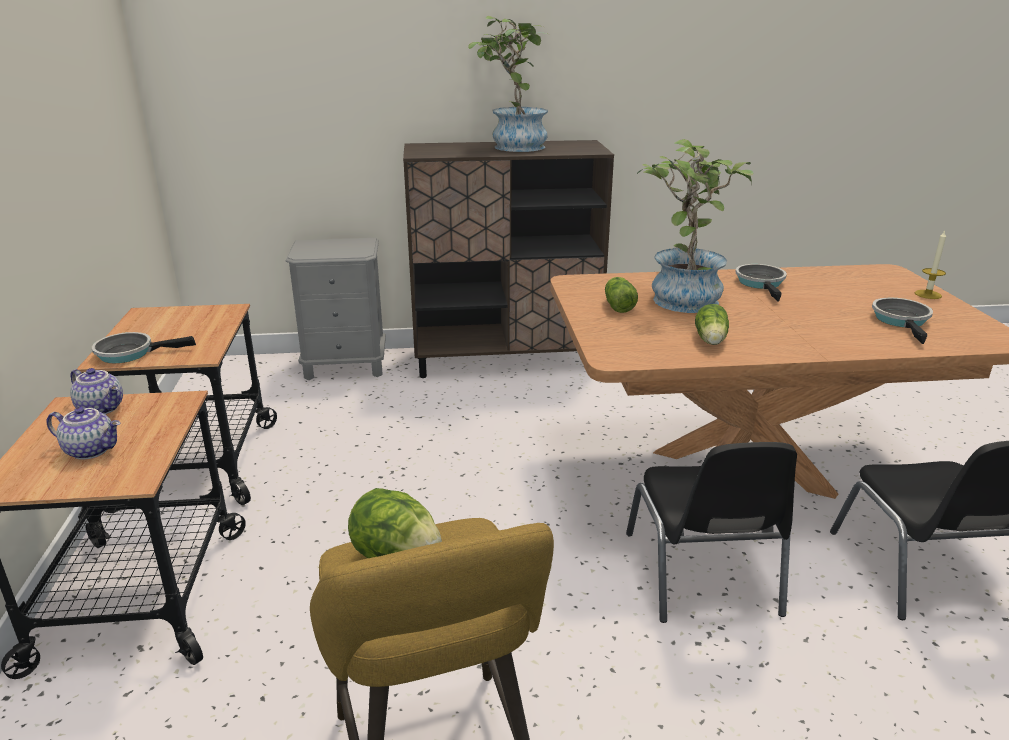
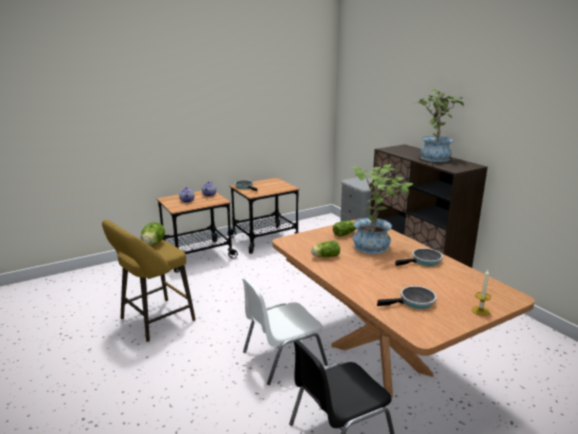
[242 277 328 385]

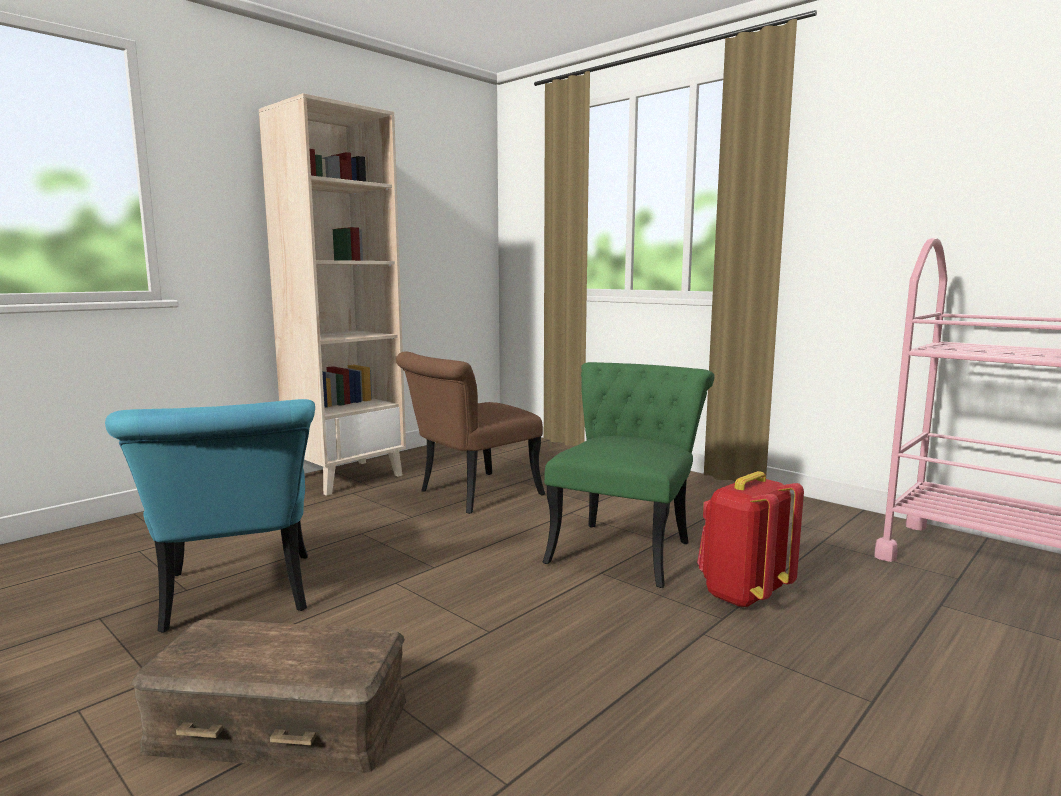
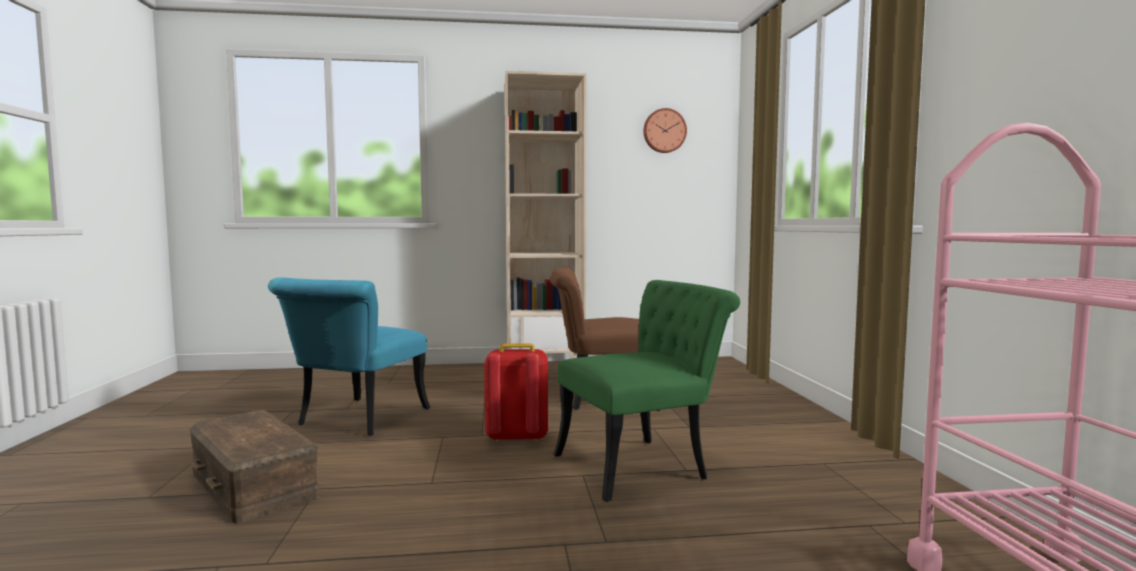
[484 344 548 442]
[643 108 687 153]

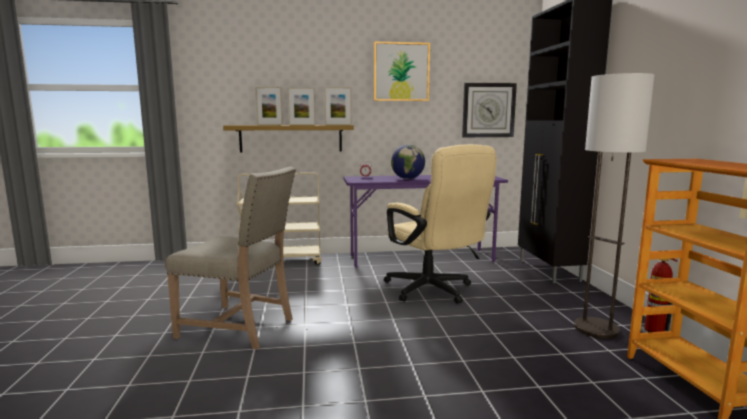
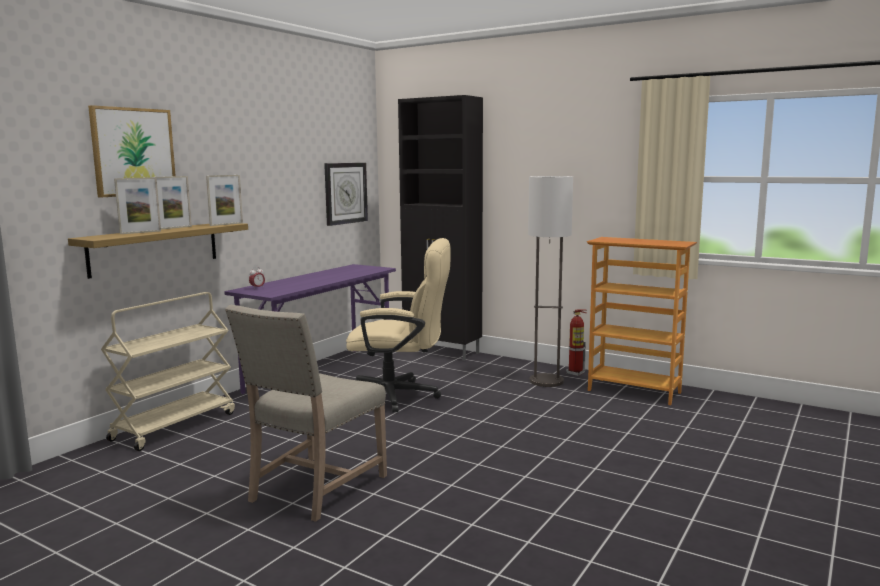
[88 105 176 197]
[391 145 425 179] (first image)
[225 304 387 522]

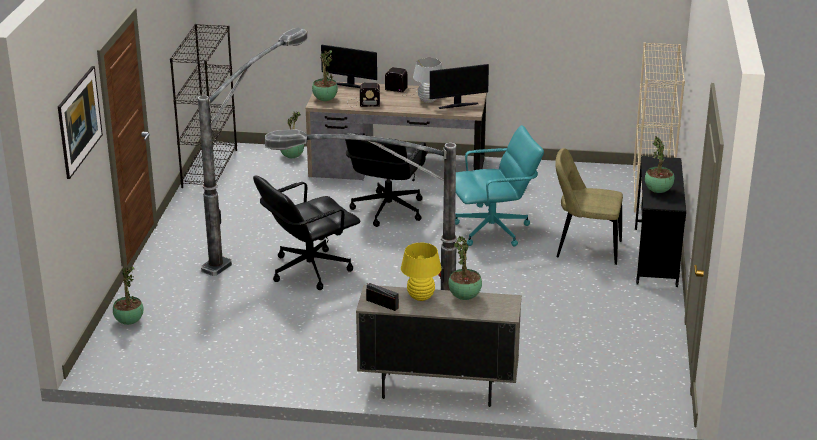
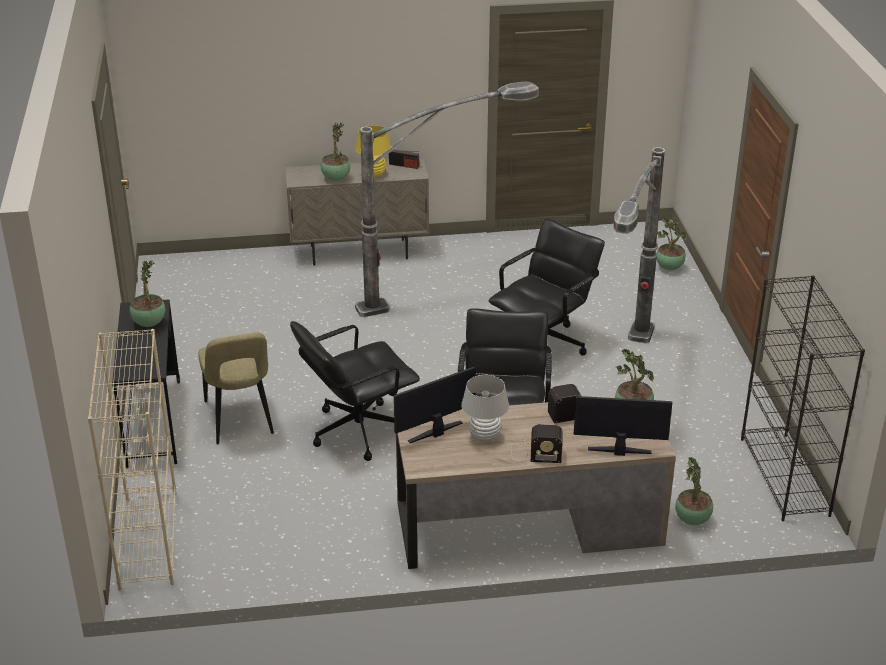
[58 66 103 179] (first image)
[290 321 420 461]
[198 332 274 445]

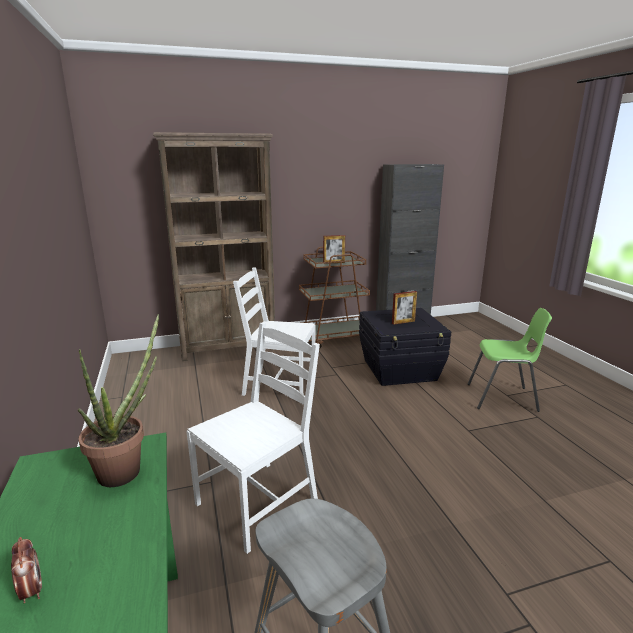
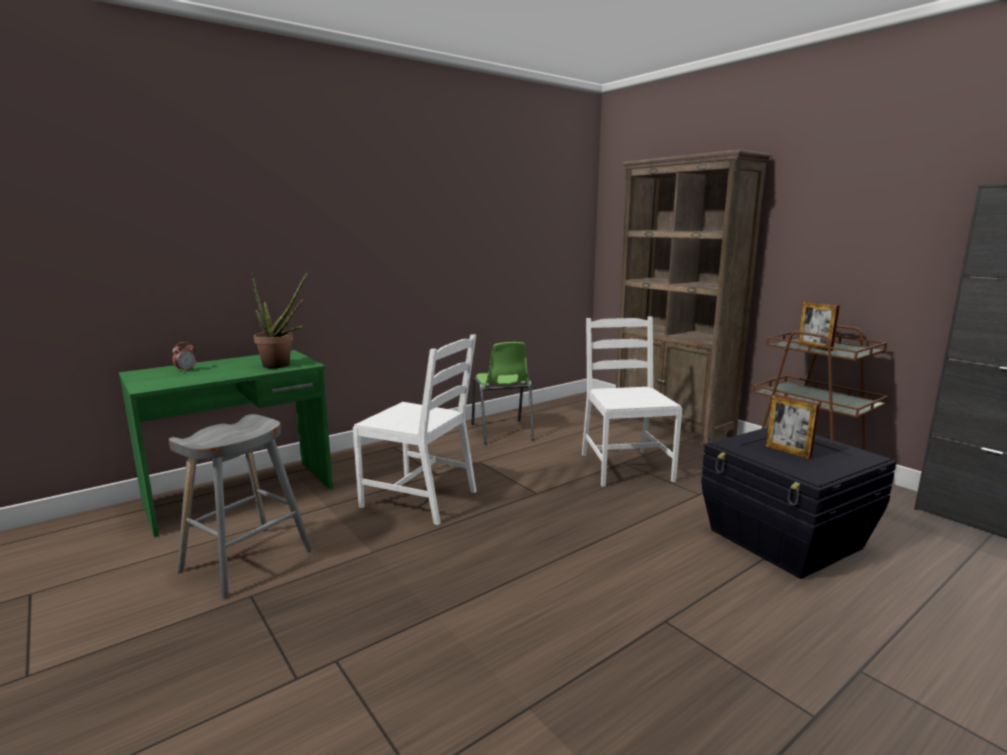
[471 342 534 444]

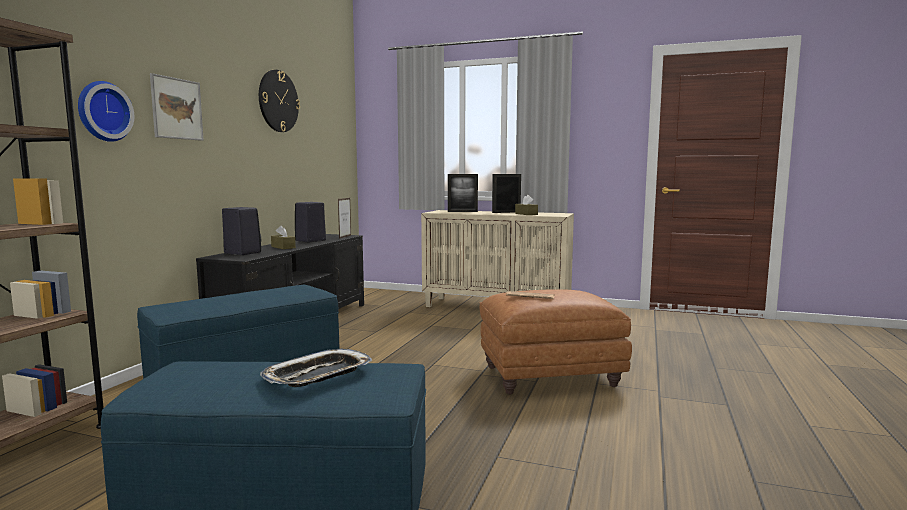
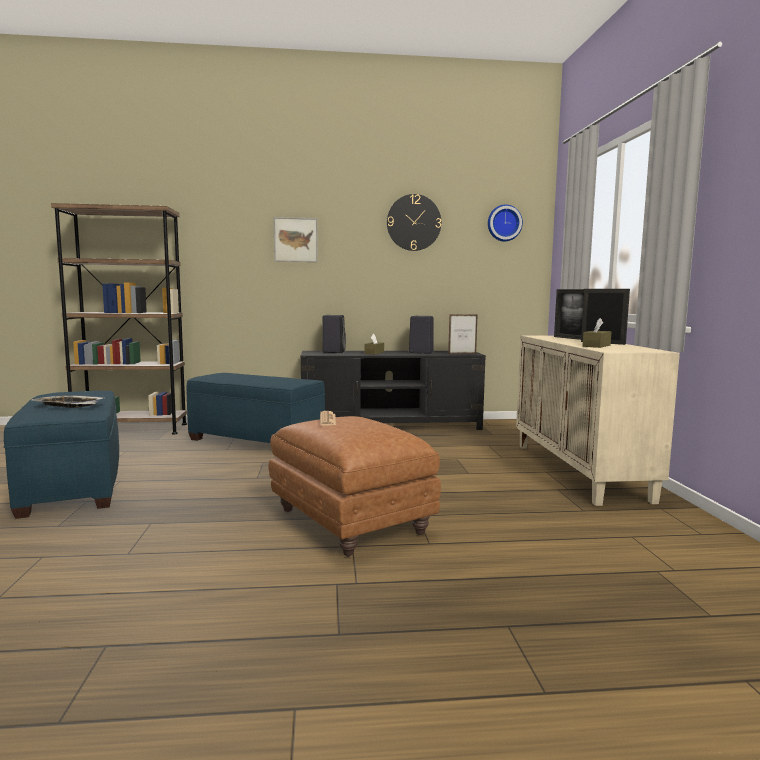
[488 204 523 241]

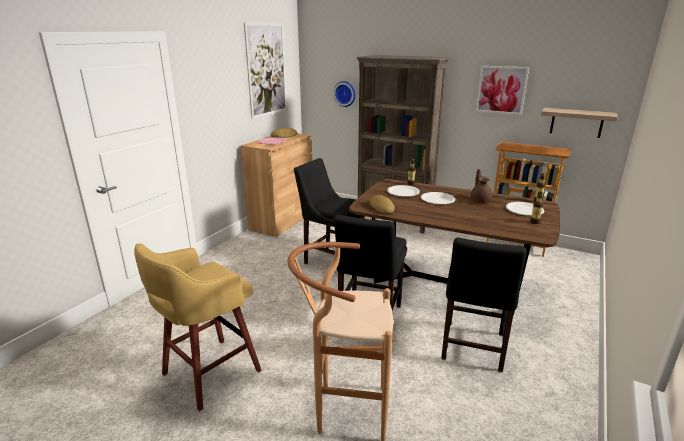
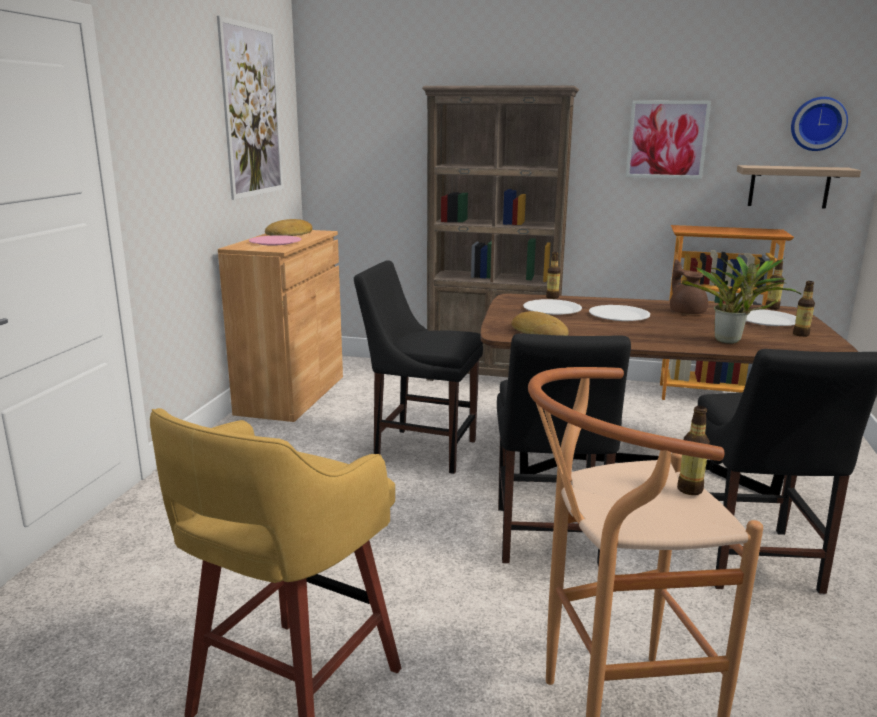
[791 97 848 151]
[682 257 802 344]
[677 406 710 495]

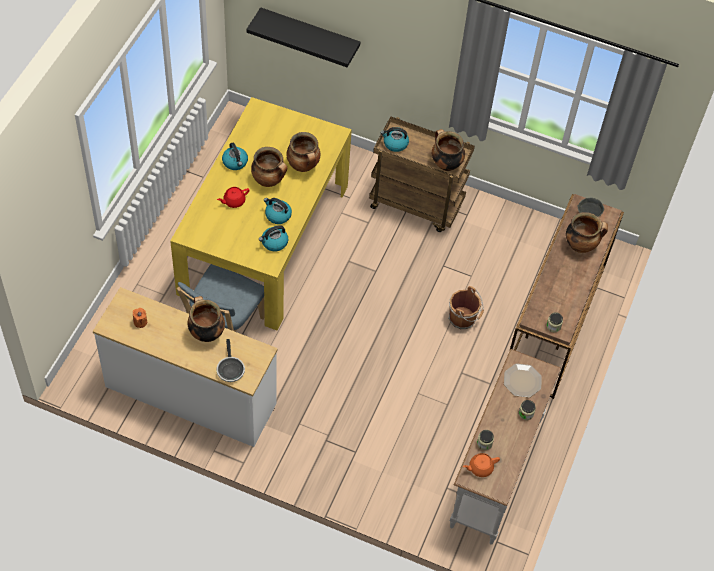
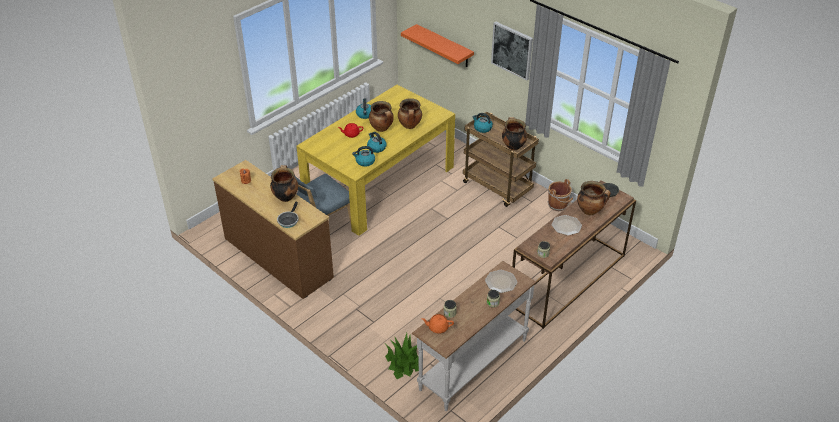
[401 24 474 67]
[548 179 574 211]
[212 160 334 299]
[491 22 533 80]
[551 215 582 236]
[385 333 419 379]

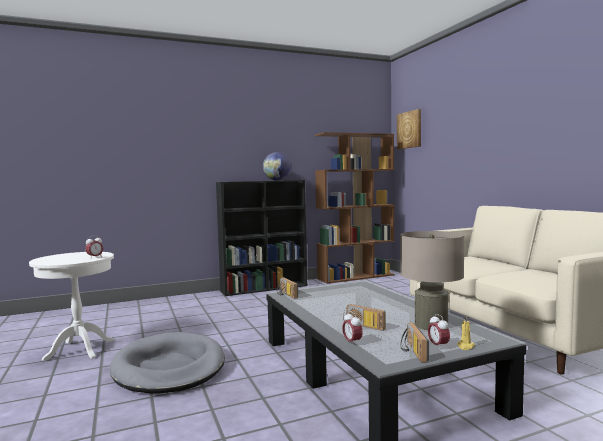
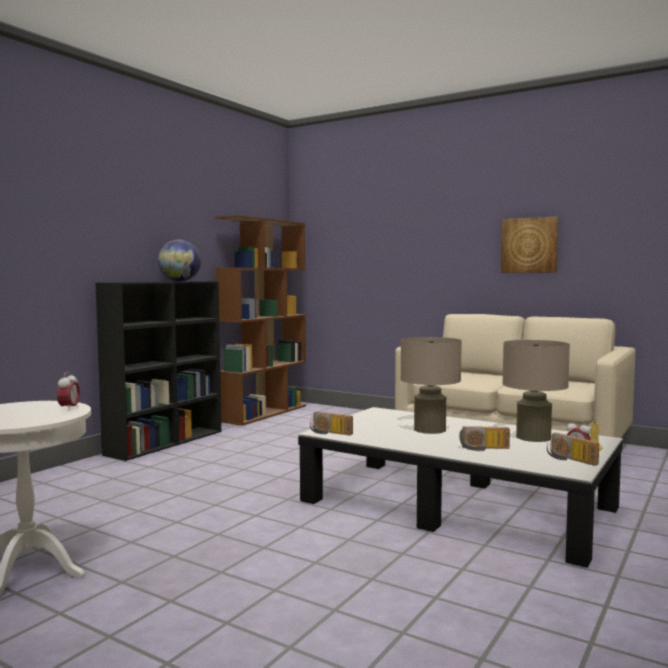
[501 217 558 273]
[342 311 363 344] (first image)
[110 332 225 394] (first image)
[401 337 462 434]

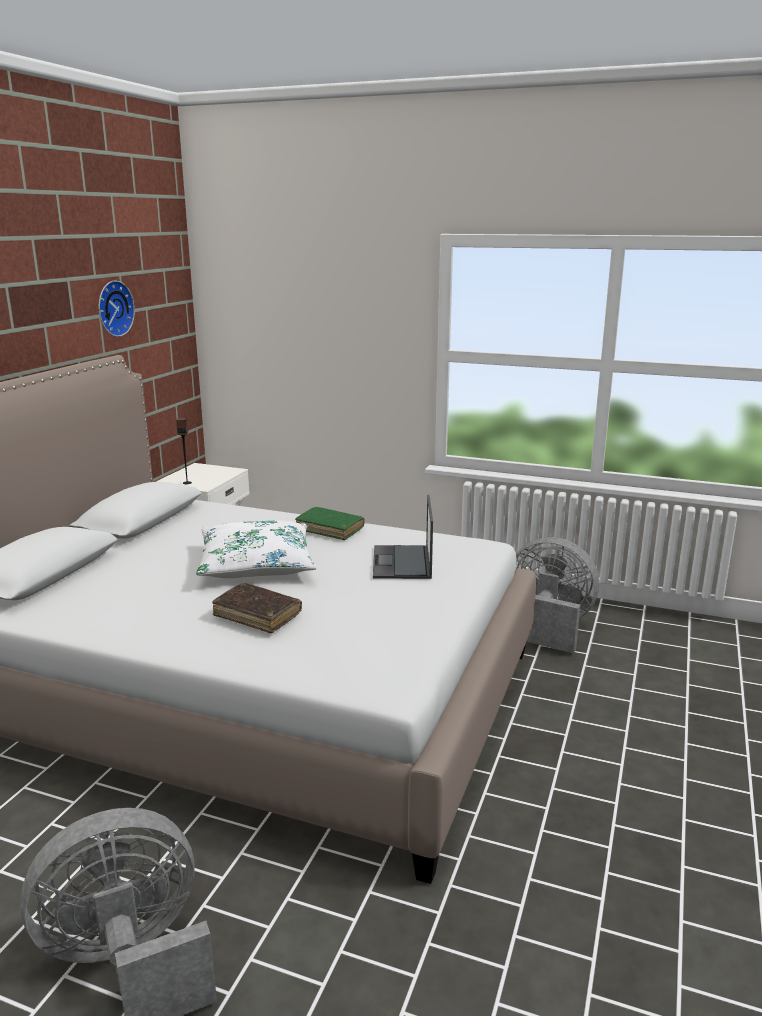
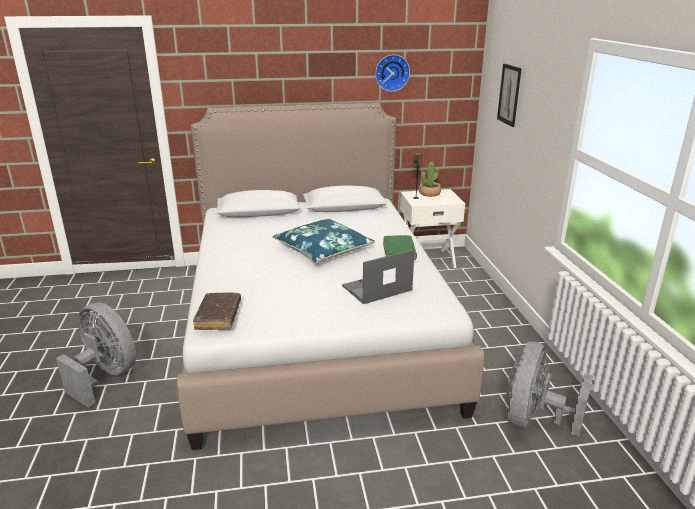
[272 219 375 263]
[506 342 593 437]
[193 292 241 330]
[497 63 522 127]
[419 162 441 197]

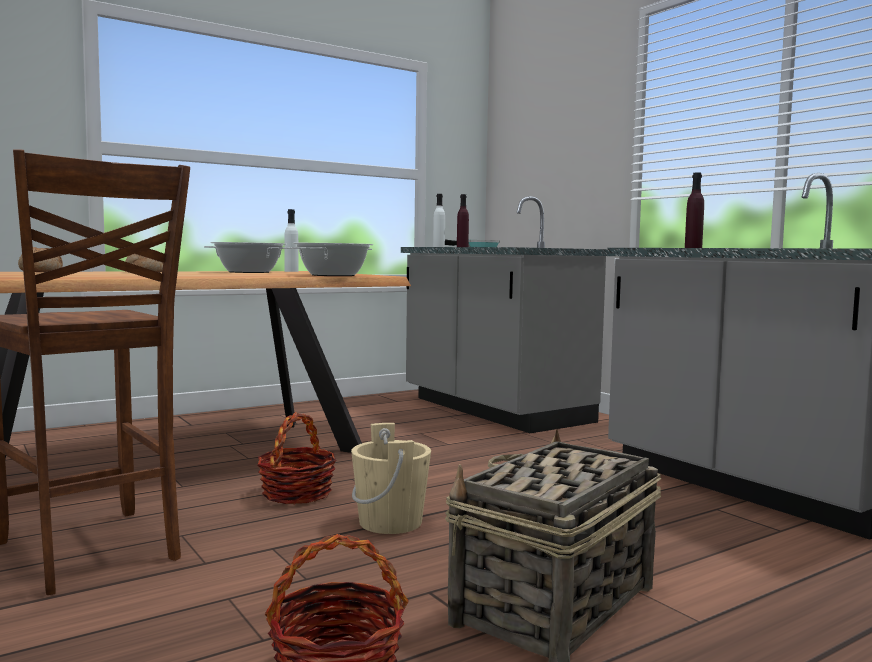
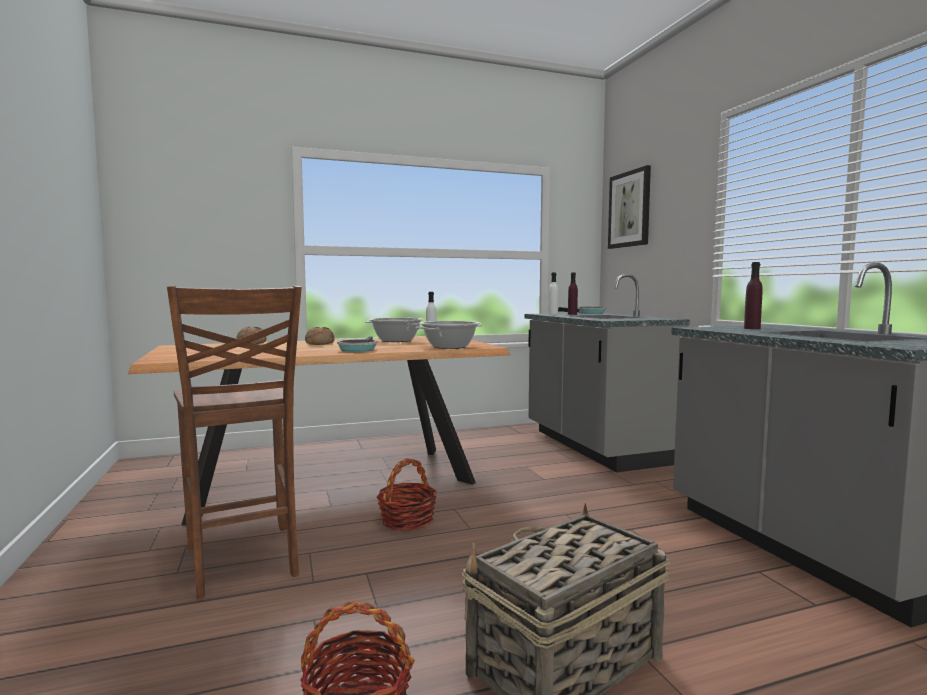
[351 423 431 534] (first image)
[608 165 651 249]
[337 336 377 352]

